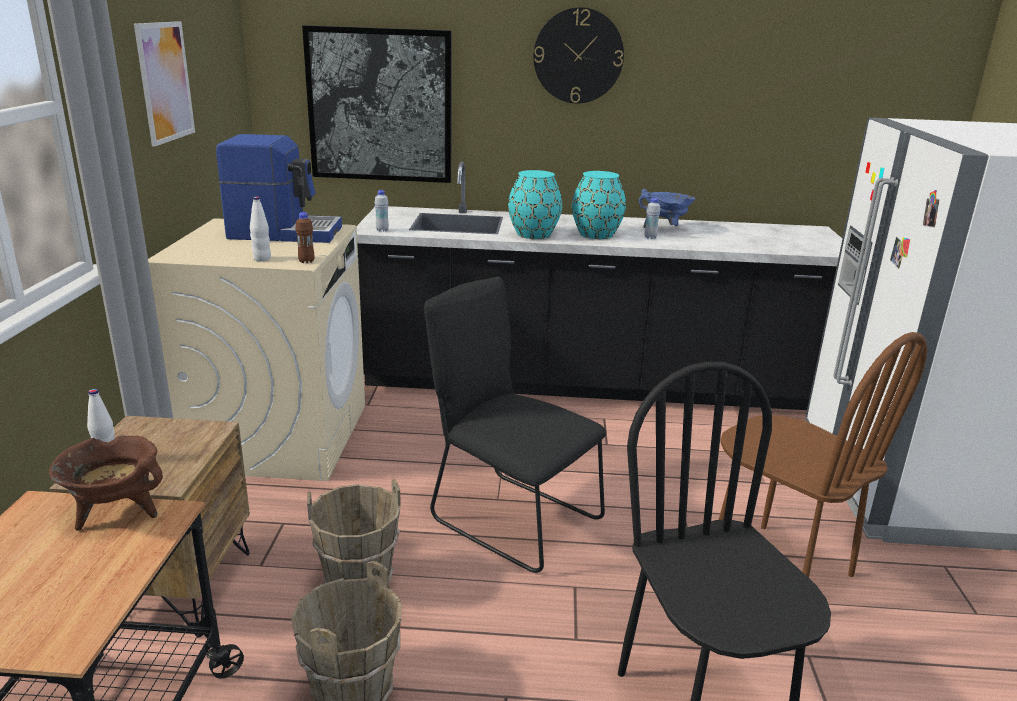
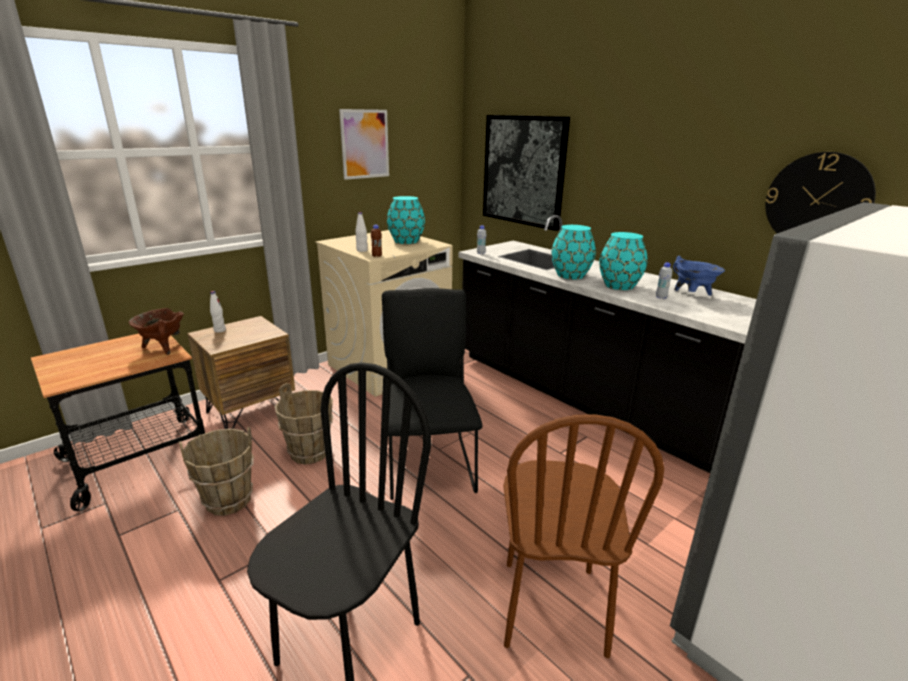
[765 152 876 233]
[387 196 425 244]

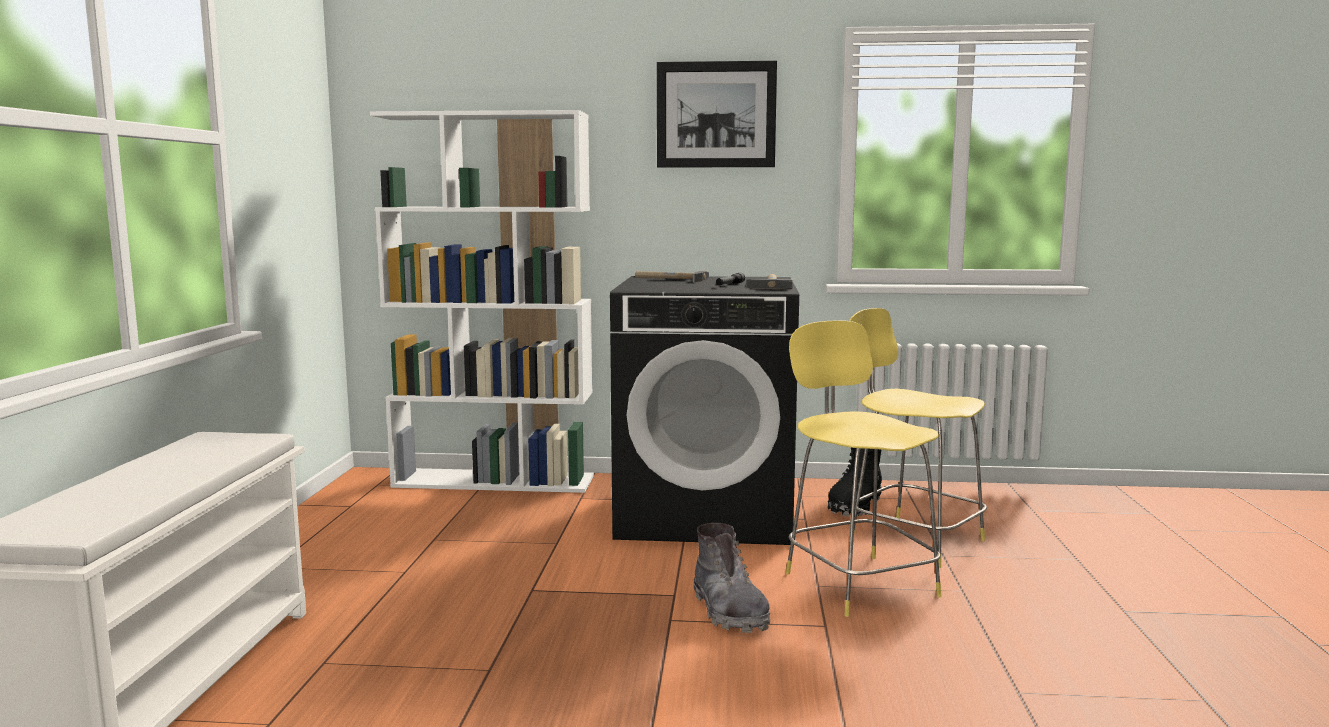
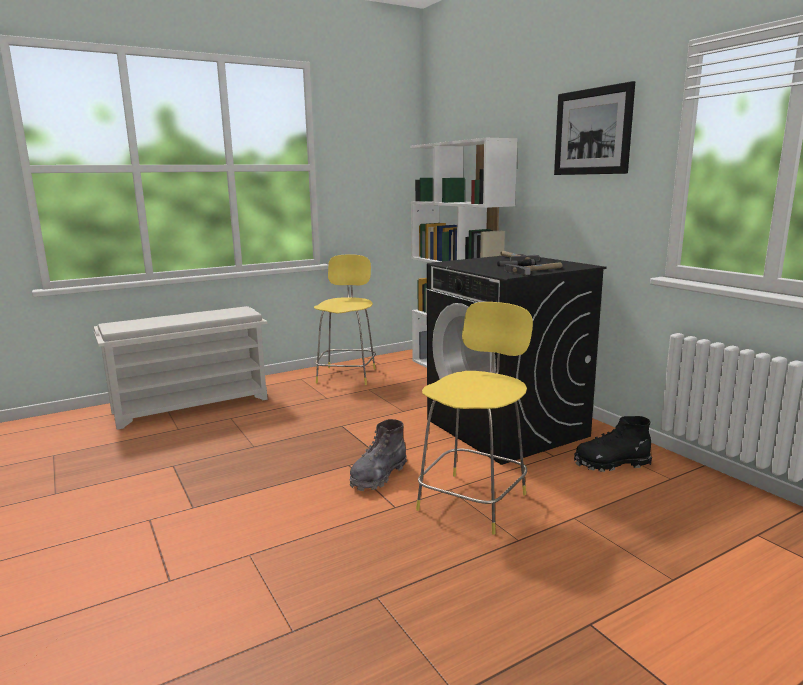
[314 255 376 385]

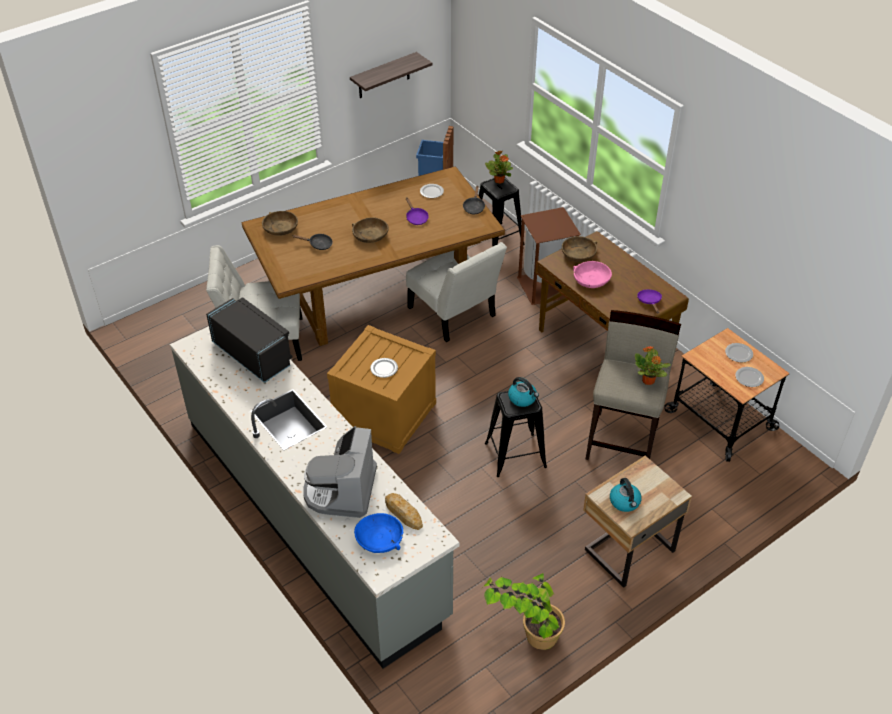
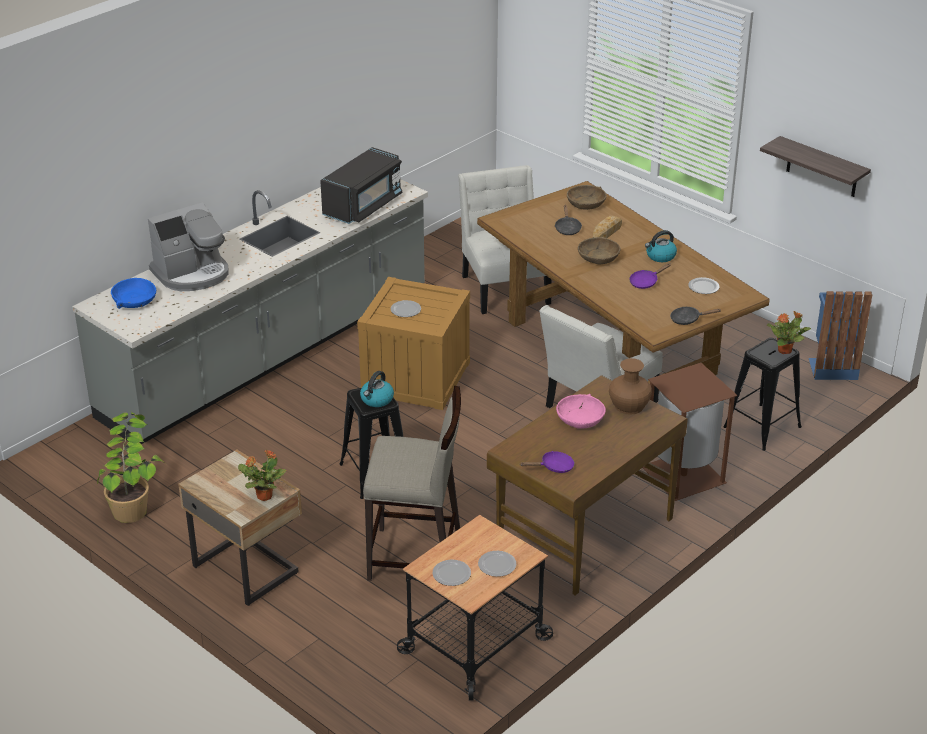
[609 358 652 415]
[238 450 286 501]
[148 202 228 291]
[645 230 677 262]
[593 216 622 238]

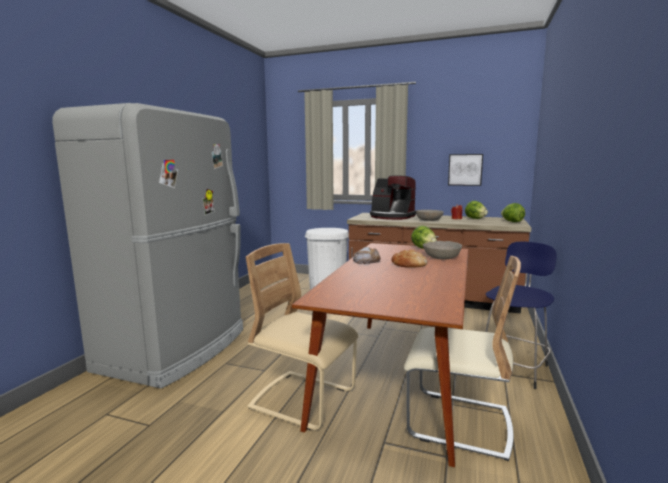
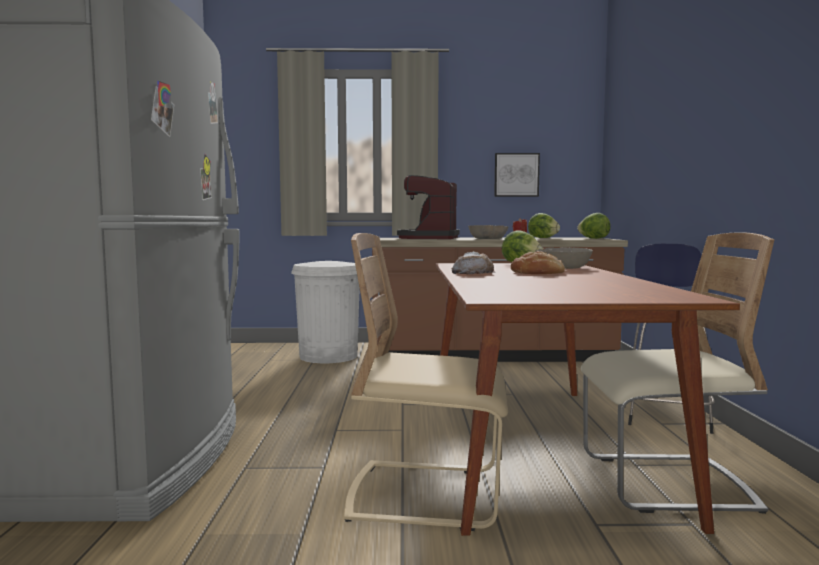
[397 175 460 239]

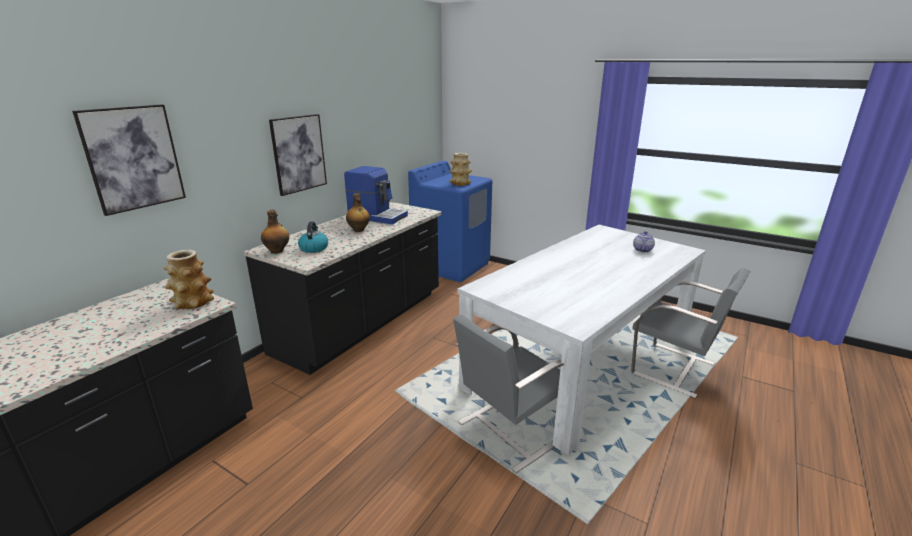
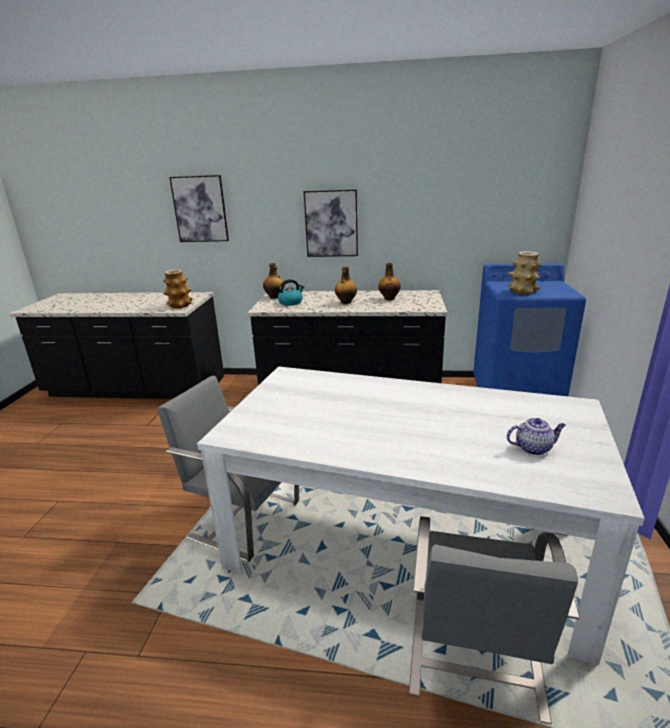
[378 263 401 300]

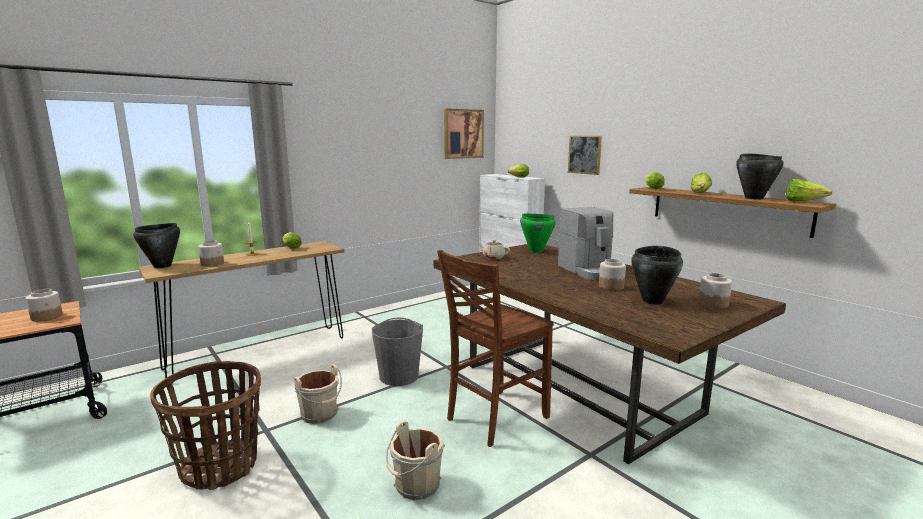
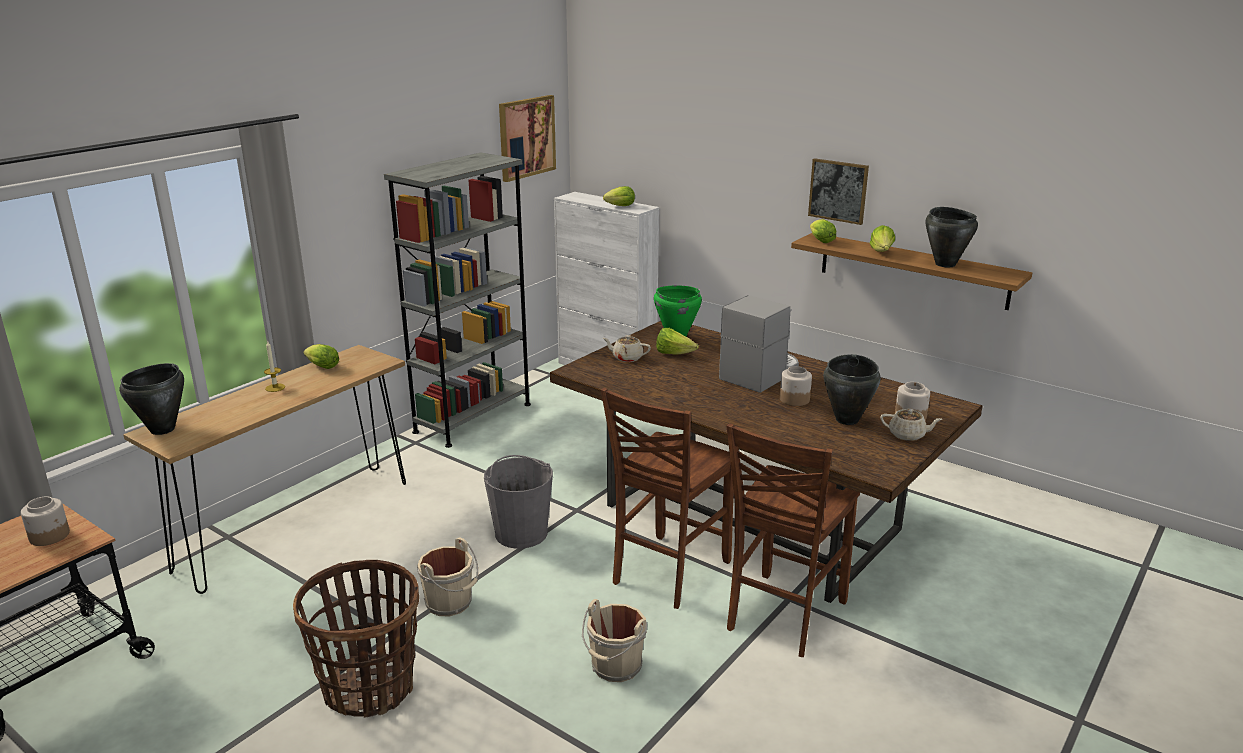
[808 158 869 225]
[656 328 699 355]
[719 295 799 393]
[198 240 224 267] (first image)
[384 153 531 448]
[880 408 942 441]
[727 423 860 657]

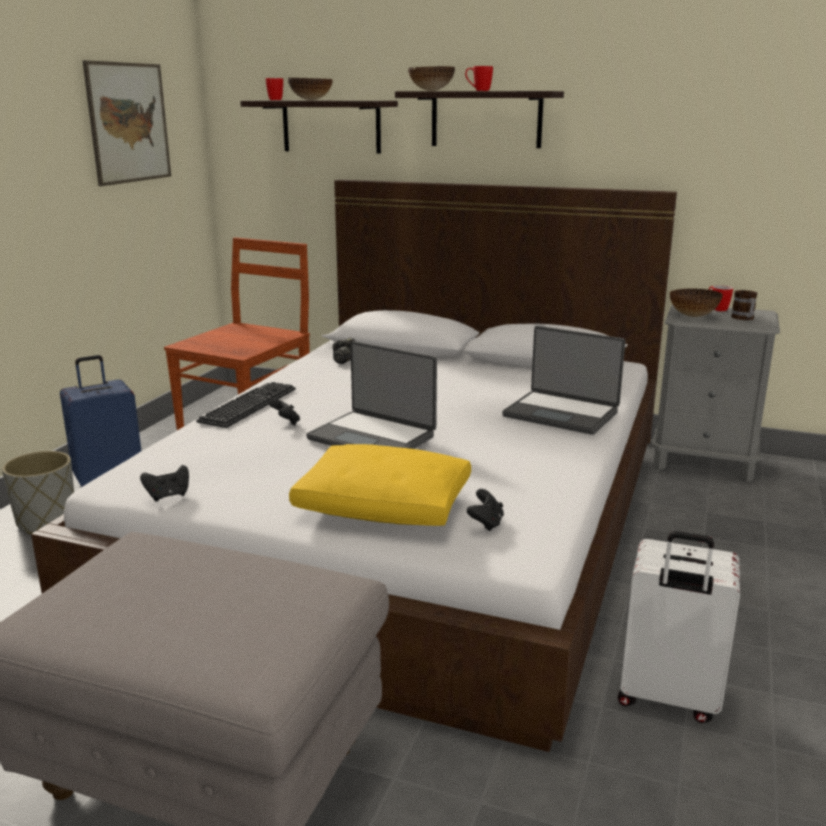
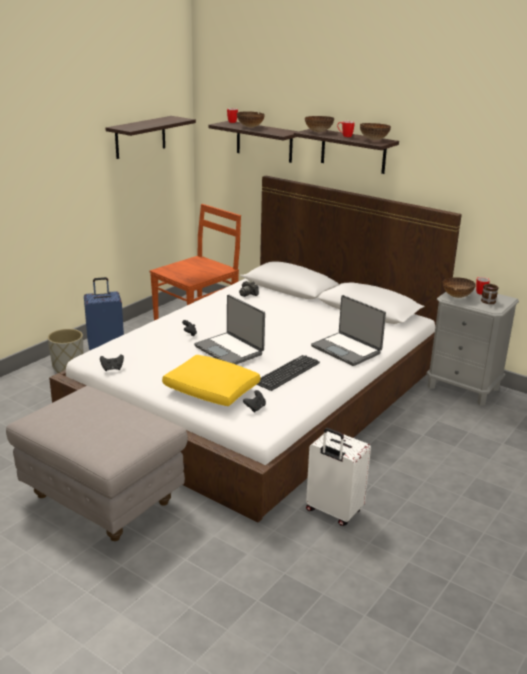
[106 116 196 159]
[257 355 320 391]
[360 123 391 140]

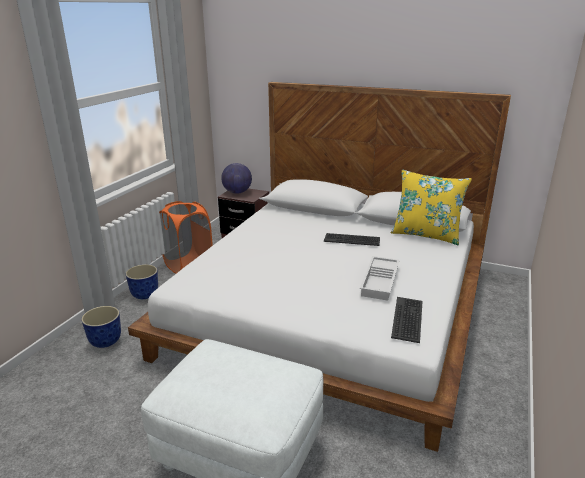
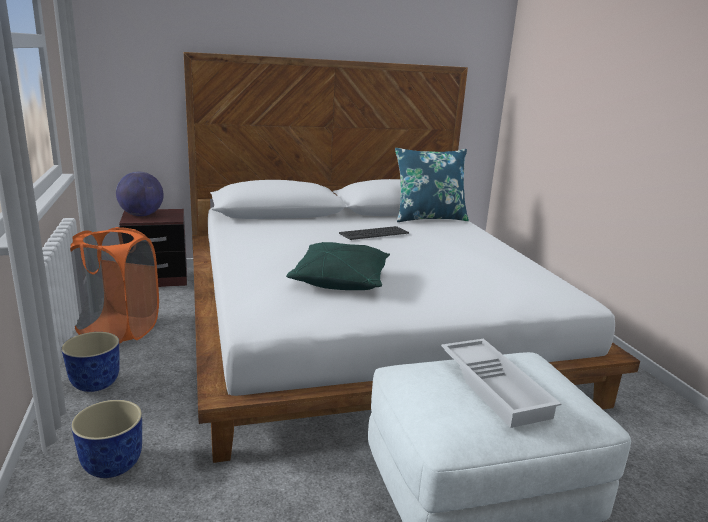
[395 148 469 222]
[441 339 561 428]
[391 297 422 343] (first image)
[286 242 390 290]

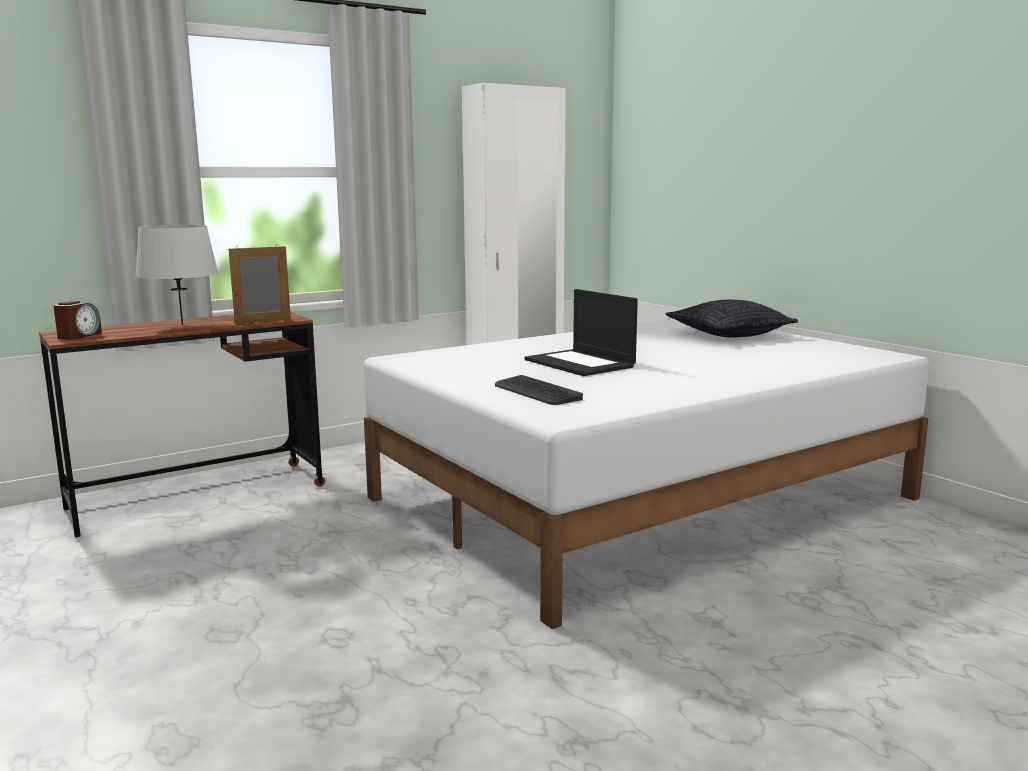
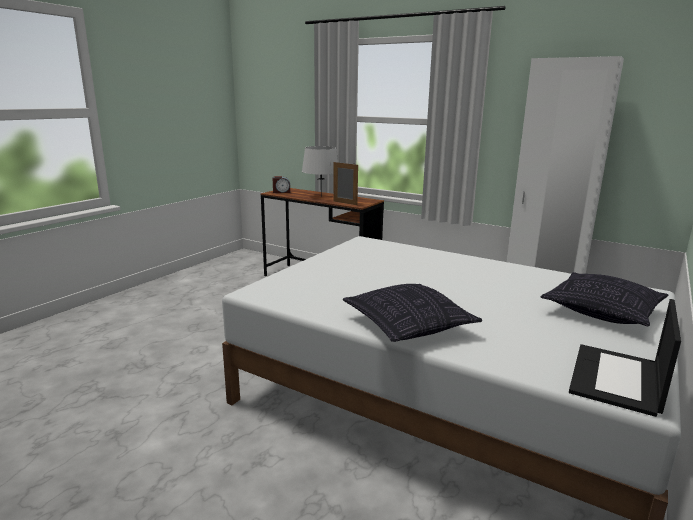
[569 299 681 417]
[495 375 583 405] (first image)
[343 284 482 342]

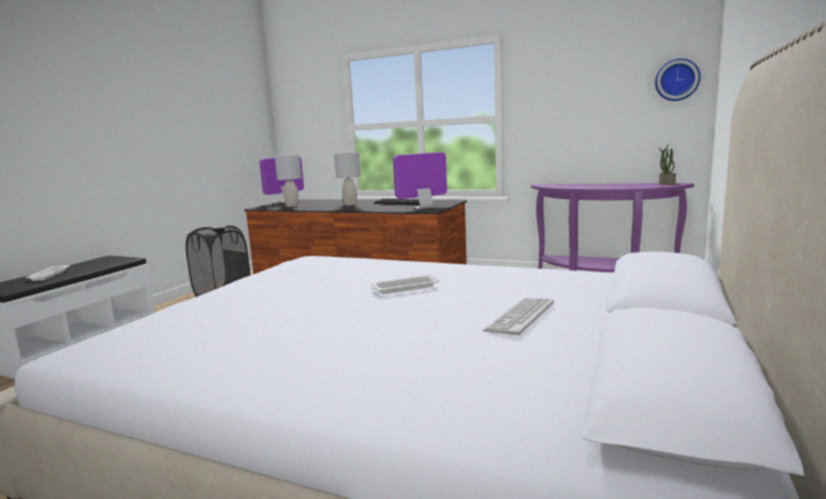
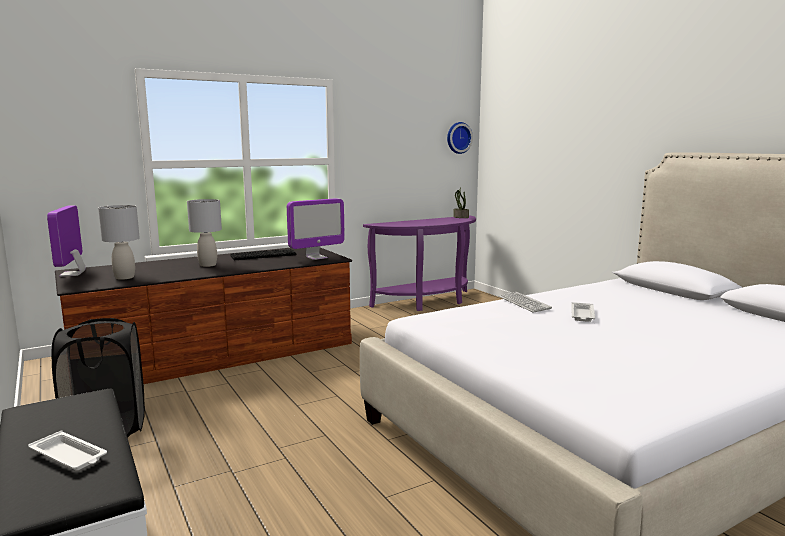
[287 198 345 260]
[499 292 552 313]

